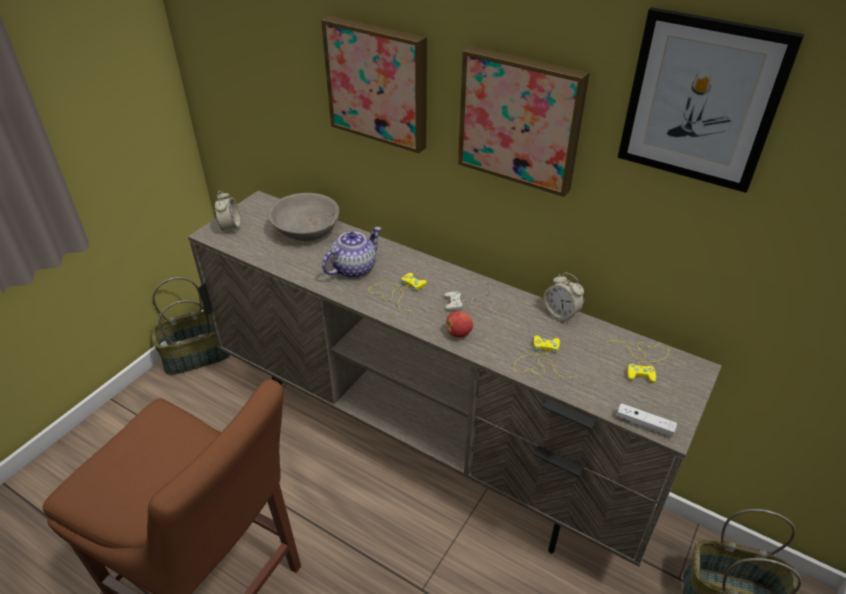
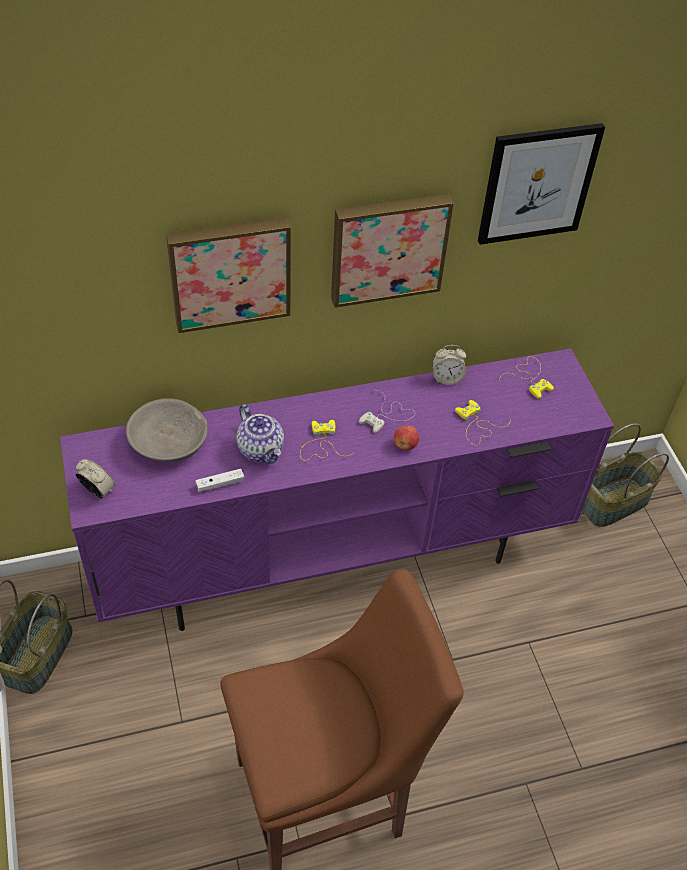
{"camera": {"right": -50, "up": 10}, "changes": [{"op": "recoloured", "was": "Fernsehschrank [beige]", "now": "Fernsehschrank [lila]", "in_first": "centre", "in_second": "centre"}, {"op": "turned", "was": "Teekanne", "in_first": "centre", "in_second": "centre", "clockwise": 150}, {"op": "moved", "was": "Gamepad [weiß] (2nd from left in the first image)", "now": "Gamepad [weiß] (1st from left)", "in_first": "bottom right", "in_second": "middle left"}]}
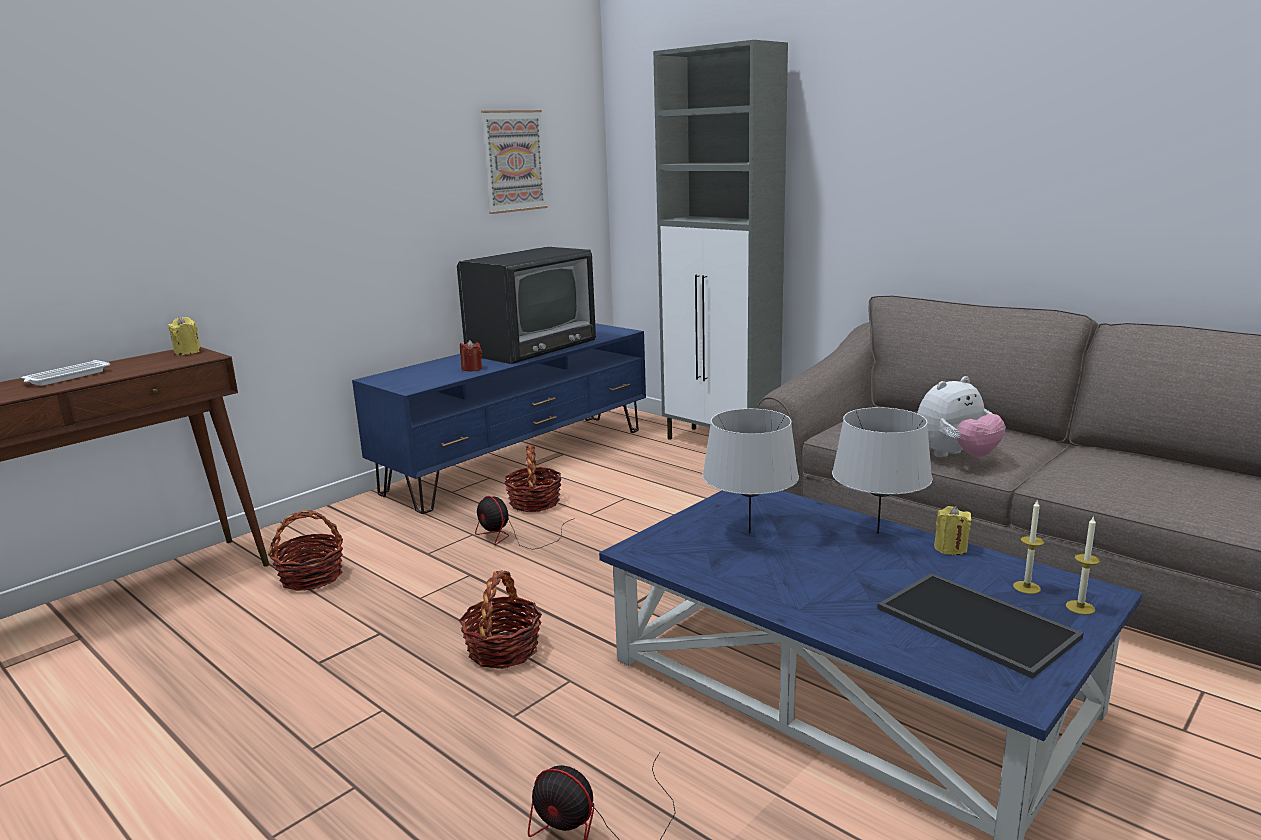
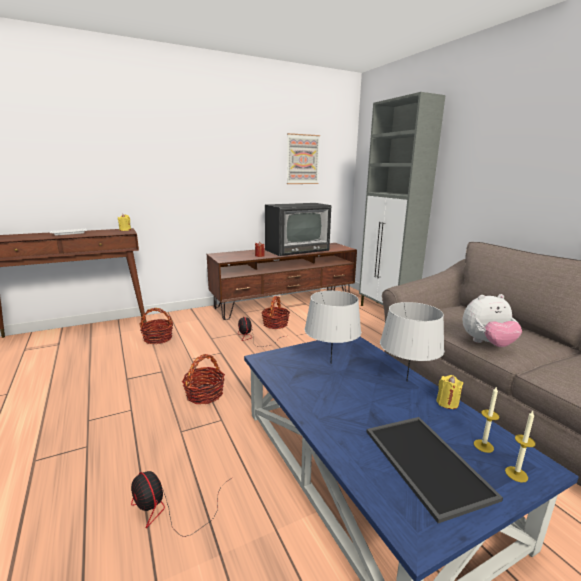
{"camera": {"right": 20, "up": 0}, "changes": [{"op": "recoloured", "was": "Fernsehschrank [blau]", "now": "Fernsehschrank [braun]", "in_first": "centre", "in_second": "centre"}]}
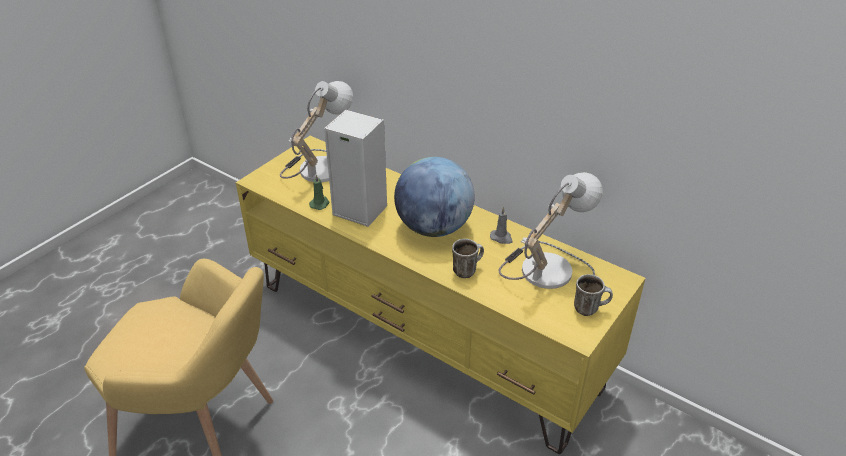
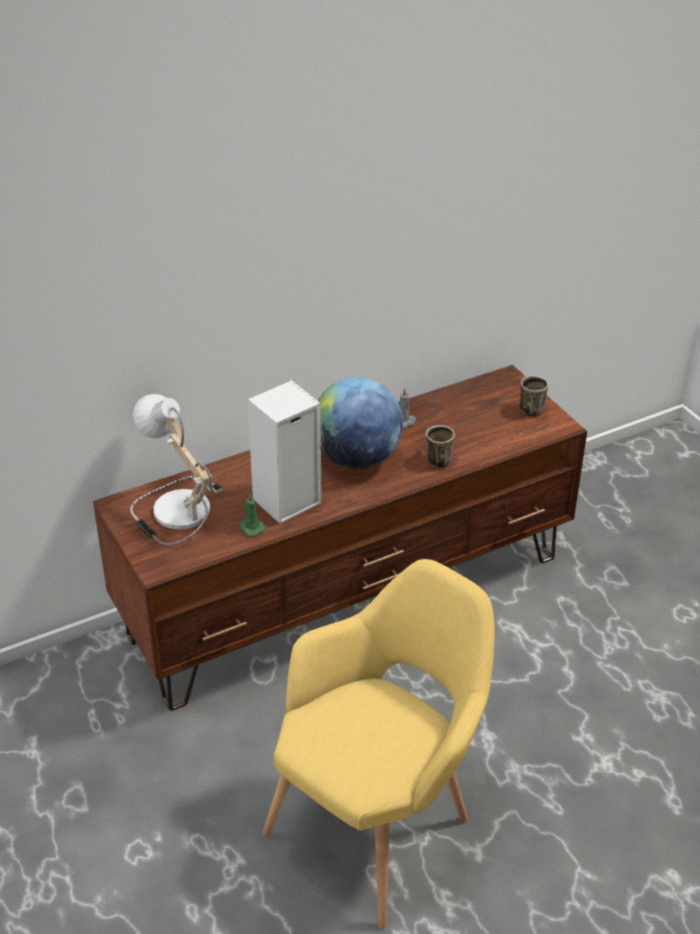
{"camera": {"right": -65, "up": 0}, "changes": [{"op": "recoloured", "was": "Fernsehschrank [gelb]", "now": "Fernsehschrank [braun]", "in_first": "centre", "in_second": "centre"}, {"op": "removed", "was": "Tischlampe (2nd from left)", "in_first": "centre"}]}
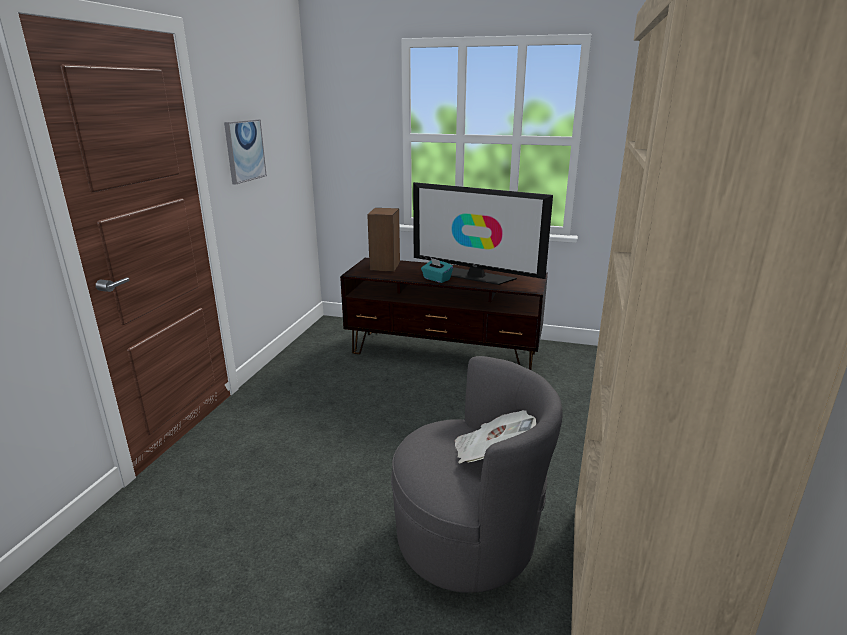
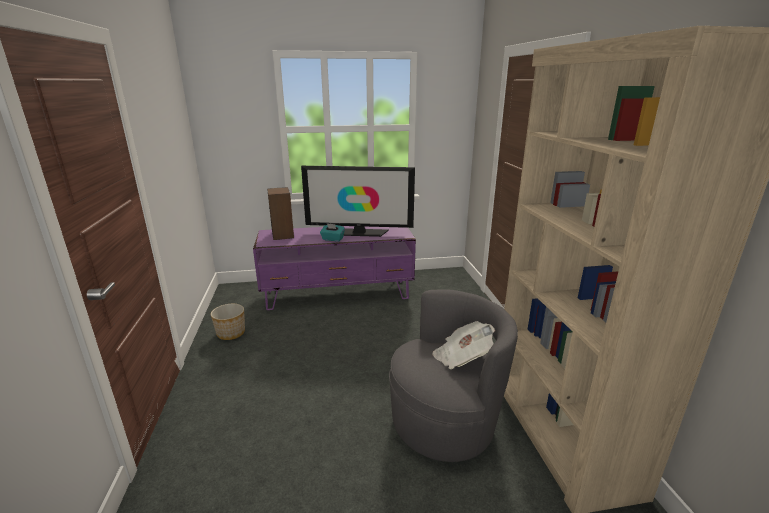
{"camera": {"right": -25, "up": 0}, "changes": [{"op": "removed", "was": "Bild", "in_first": "top left"}, {"op": "recoloured", "was": "Fernsehschrank [braun]", "now": "Fernsehschrank [lila]", "in_first": "centre", "in_second": "centre"}, {"op": "added", "now": "Pflanzkübel", "in_second": "middle left"}]}
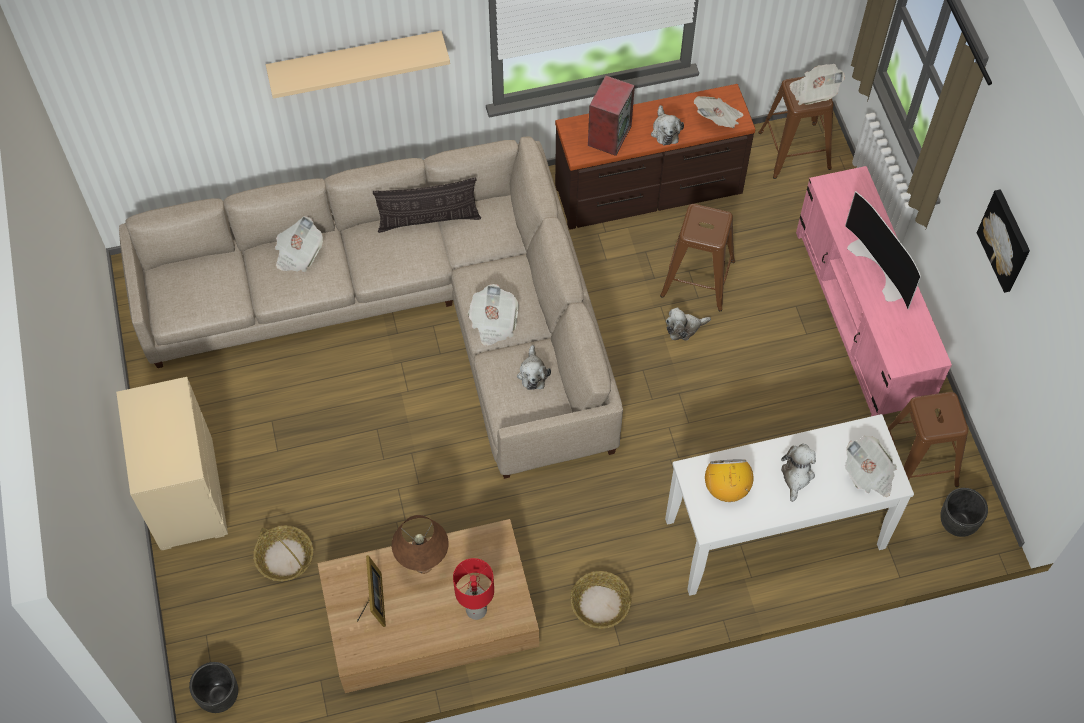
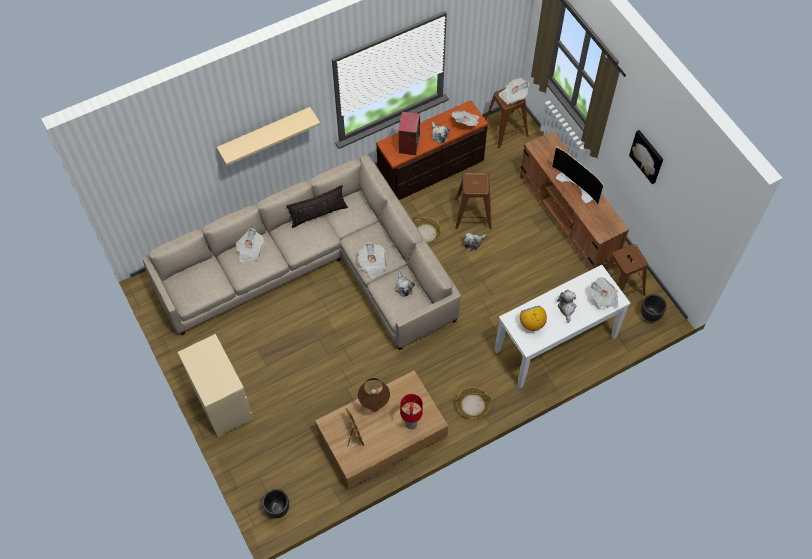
{"camera": {"right": -15, "up": 0}, "changes": [{"op": "recoloured", "was": "Fernsehschrank [rosa]", "now": "Fernsehschrank [braun]", "in_first": "middle right", "in_second": "middle right"}, {"op": "moved", "was": "Korb (1st from left)", "in_first": "bottom left", "in_second": "centre"}]}
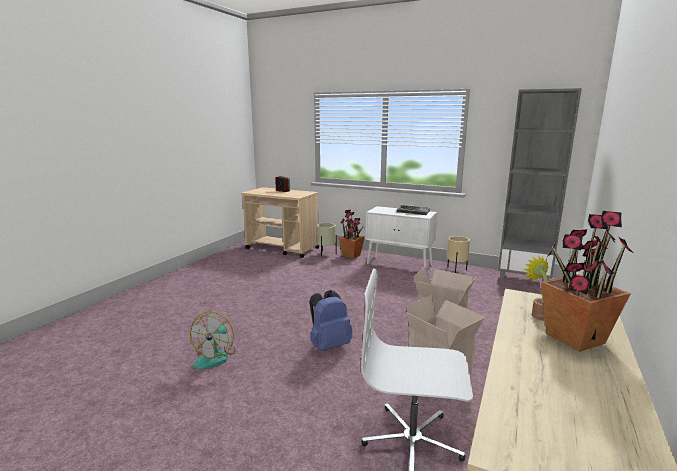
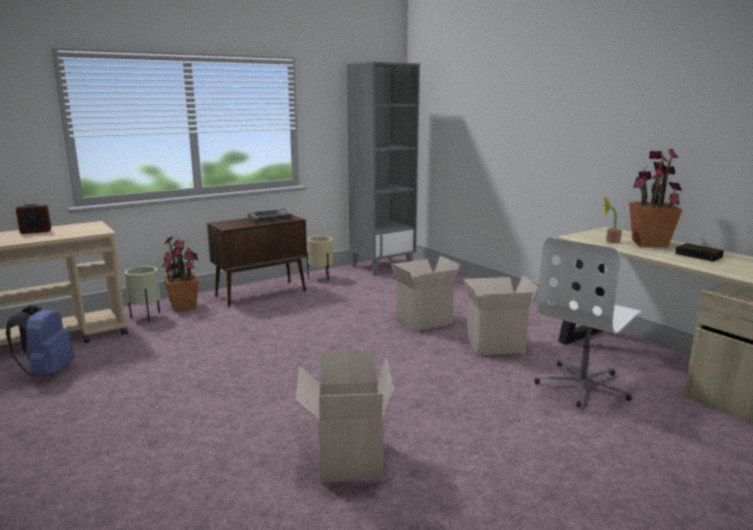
{"camera": {"right": -60, "up": 0}, "changes": [{"op": "recoloured", "was": "Schrank [weiß]", "now": "Schrank [braun]", "in_first": "centre", "in_second": "centre"}, {"op": "moved", "was": "Rucksack [blau]", "in_first": "bottom centre", "in_second": "middle left"}, {"op": "replaced", "was": "Ventilator", "now": "Karton (1st from left)", "in_first": "bottom left", "in_second": "bottom centre"}, {"op": "added", "now": "Wecker (2nd from left)", "in_second": "middle right"}]}
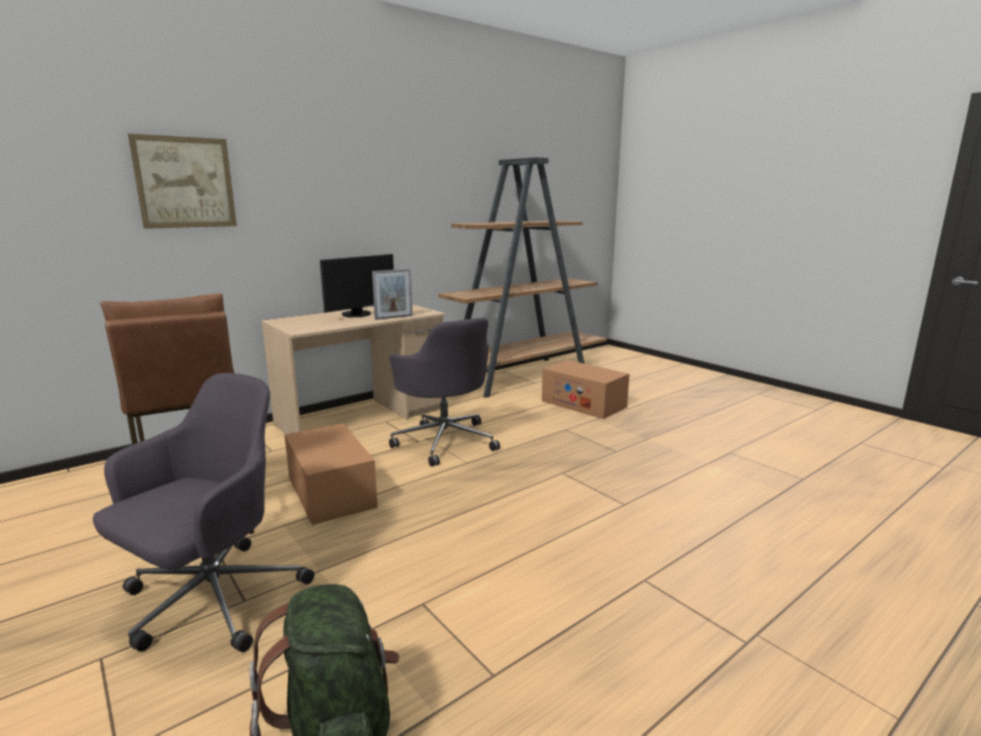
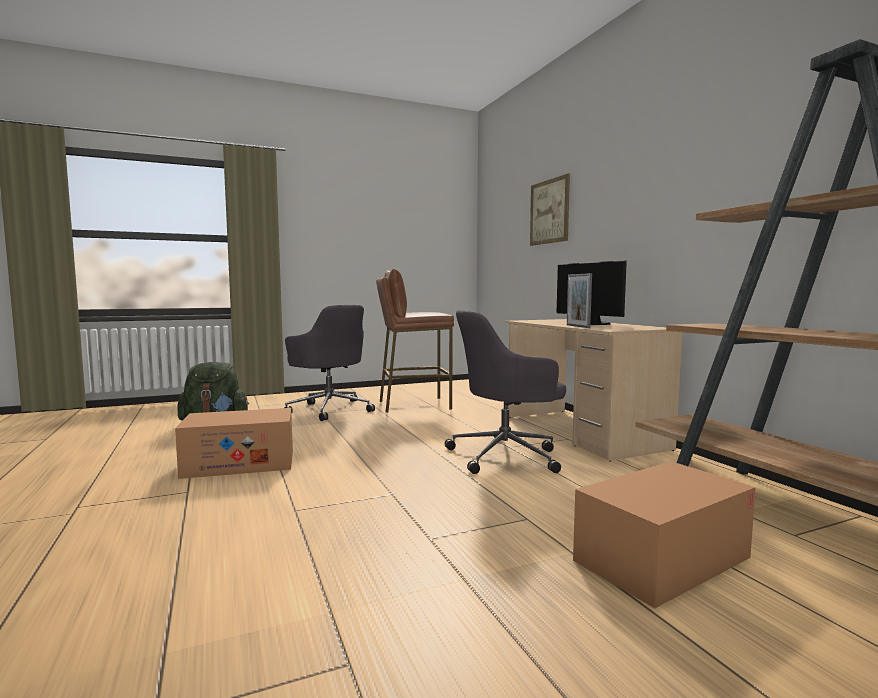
{"camera": {"right": 105, "up": -10}, "changes": [{"op": "moved", "was": "Karton (1st from left)", "in_first": "centre", "in_second": "middle left"}]}
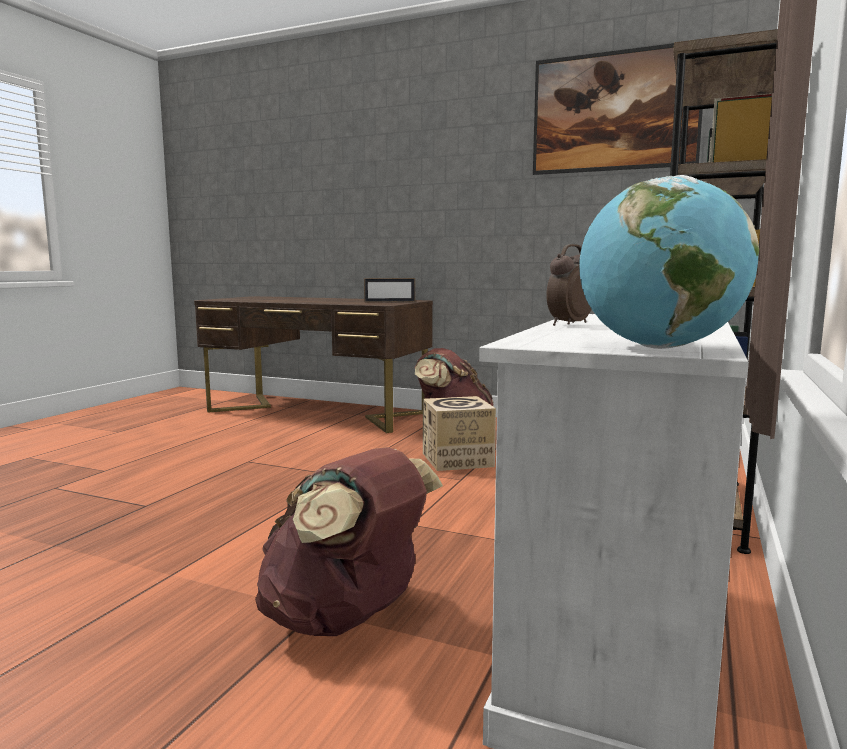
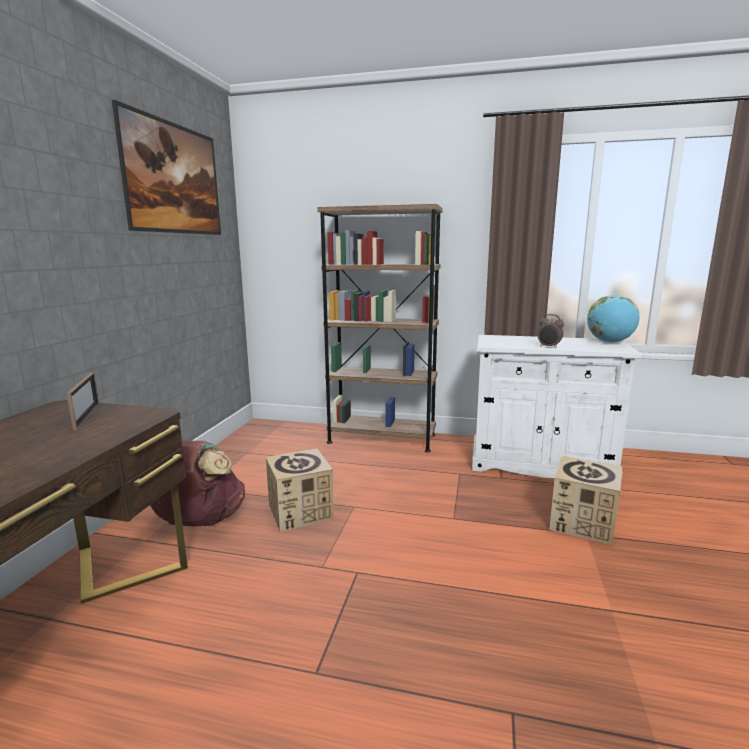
{"camera": {"right": -100, "up": 5}, "changes": [{"op": "replaced", "was": "Rucksack [braun] (1st from left)", "now": "Karton (2nd from left)", "in_first": "bottom centre", "in_second": "bottom right"}]}
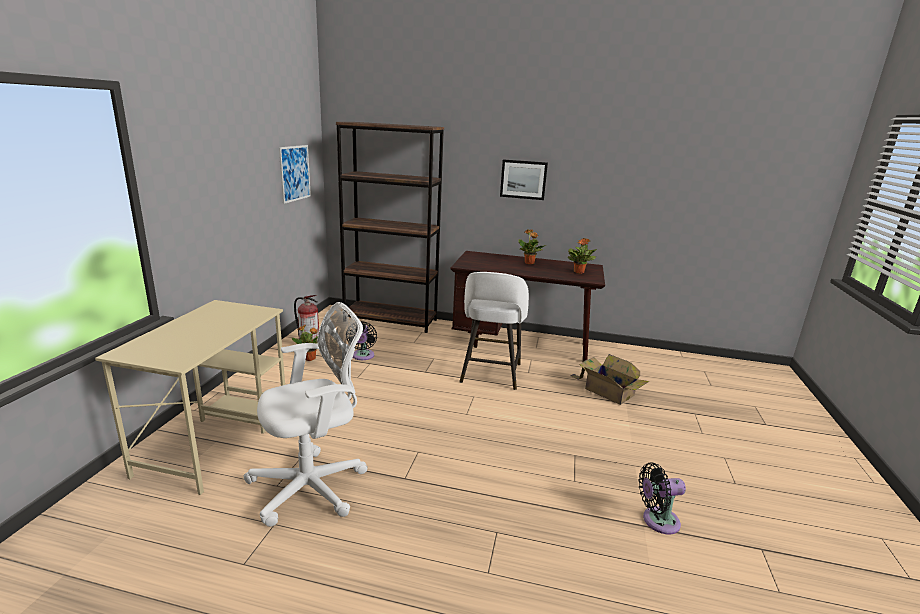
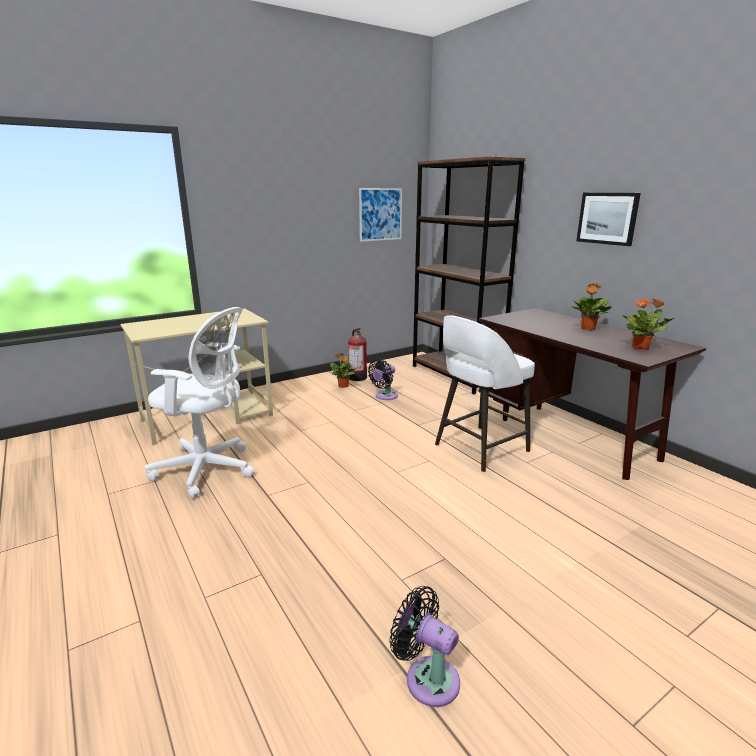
{"camera": {"right": 45, "up": 0}, "changes": [{"op": "removed", "was": "Karton", "in_first": "centre"}]}
